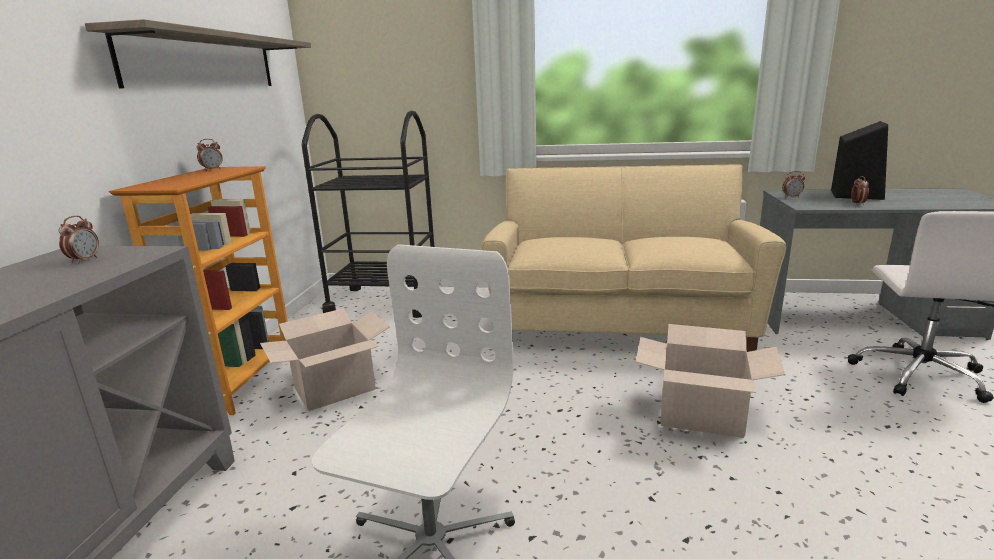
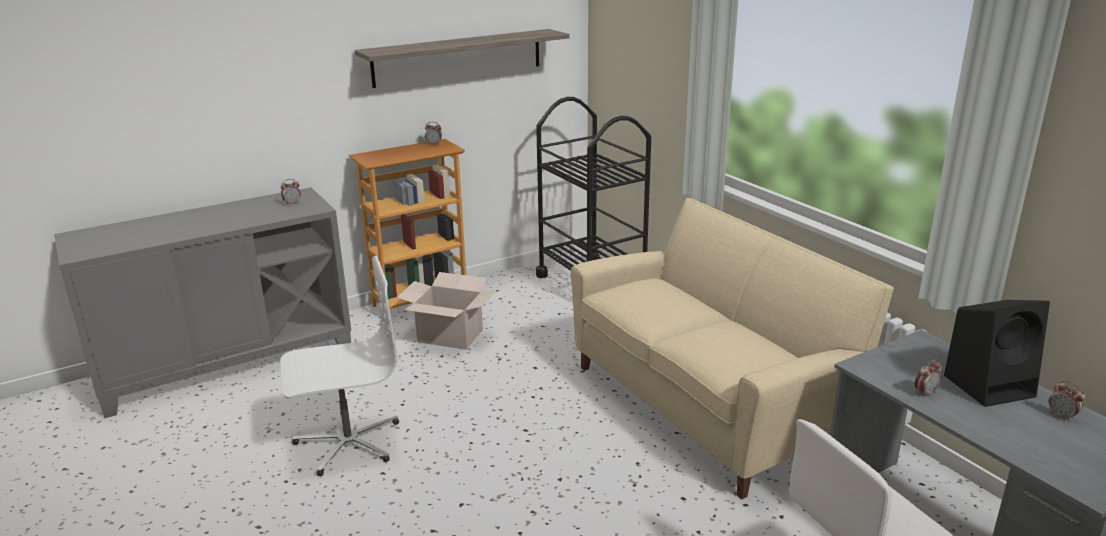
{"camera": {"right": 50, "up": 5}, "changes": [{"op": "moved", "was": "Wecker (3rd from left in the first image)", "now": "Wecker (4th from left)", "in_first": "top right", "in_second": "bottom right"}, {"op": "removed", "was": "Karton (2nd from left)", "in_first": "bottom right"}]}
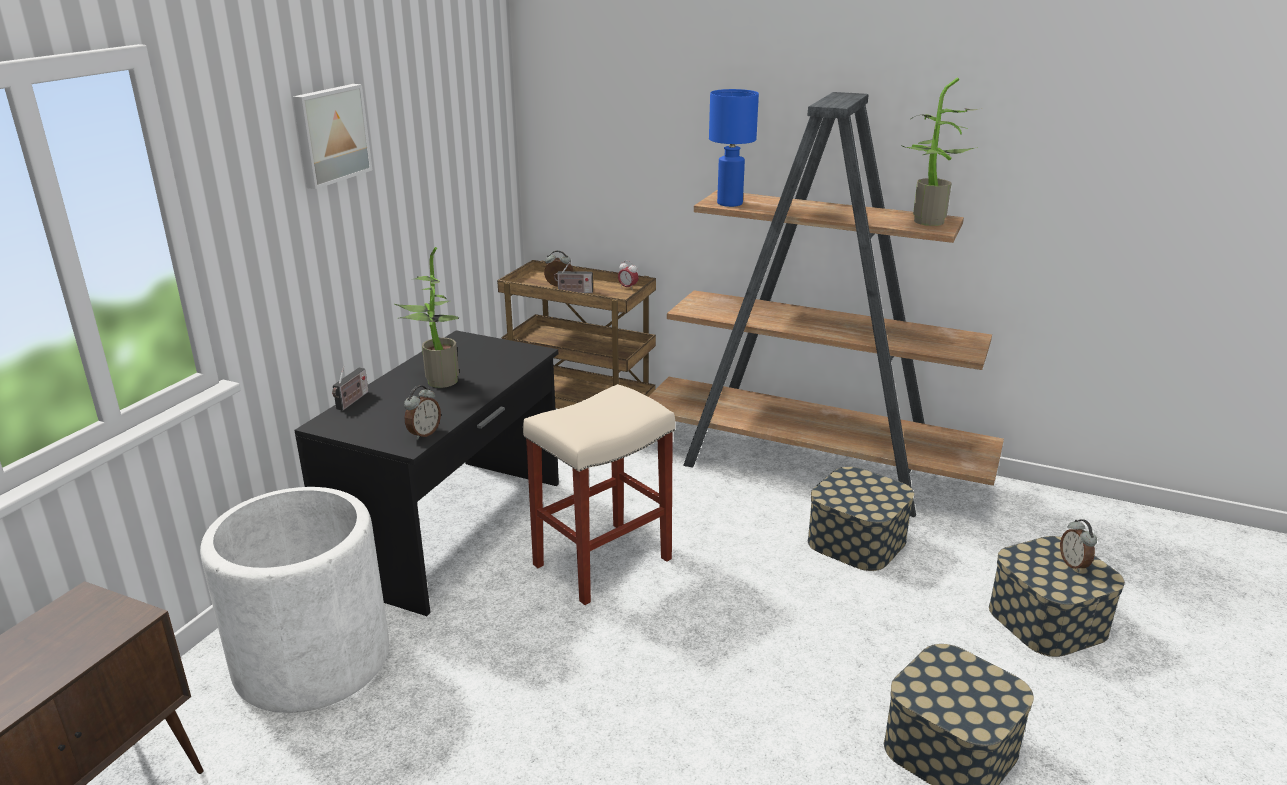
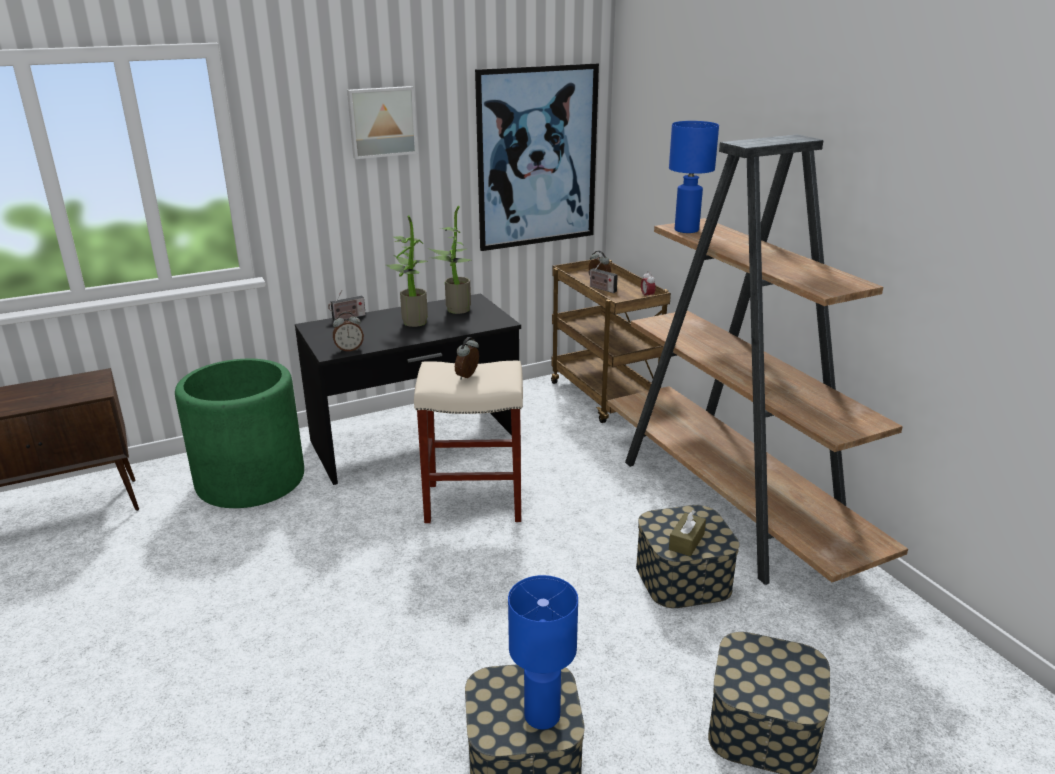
{"camera": {"right": 40, "up": 0}, "changes": [{"op": "moved", "was": "Topfpflanze (2nd from left)", "in_first": "top right", "in_second": "centre"}, {"op": "recoloured", "was": "Pflanzkübel [weiß]", "now": "Pflanzkübel [grün]", "in_first": "bottom left", "in_second": "middle left"}, {"op": "moved", "was": "Wecker (4th from left in the first image)", "now": "Wecker (2nd from left)", "in_first": "bottom right", "in_second": "centre"}, {"op": "added", "now": "Bild (2nd from left)", "in_second": "top centre"}, {"op": "added", "now": "Taschentuchbox [braun]", "in_second": "bottom centre"}, {"op": "added", "now": "Tischlampe [blau] (1st from left)", "in_second": "bottom centre"}]}
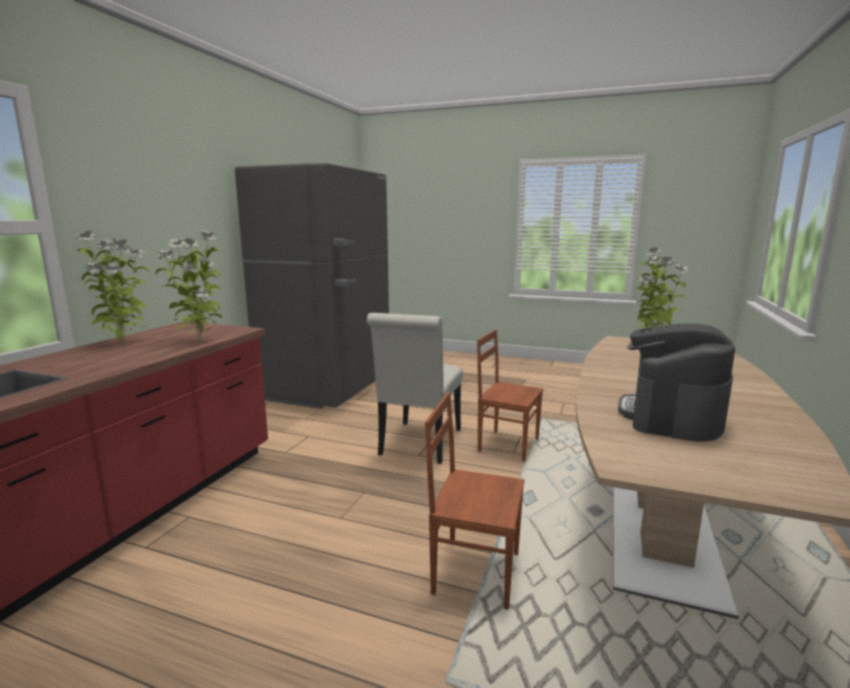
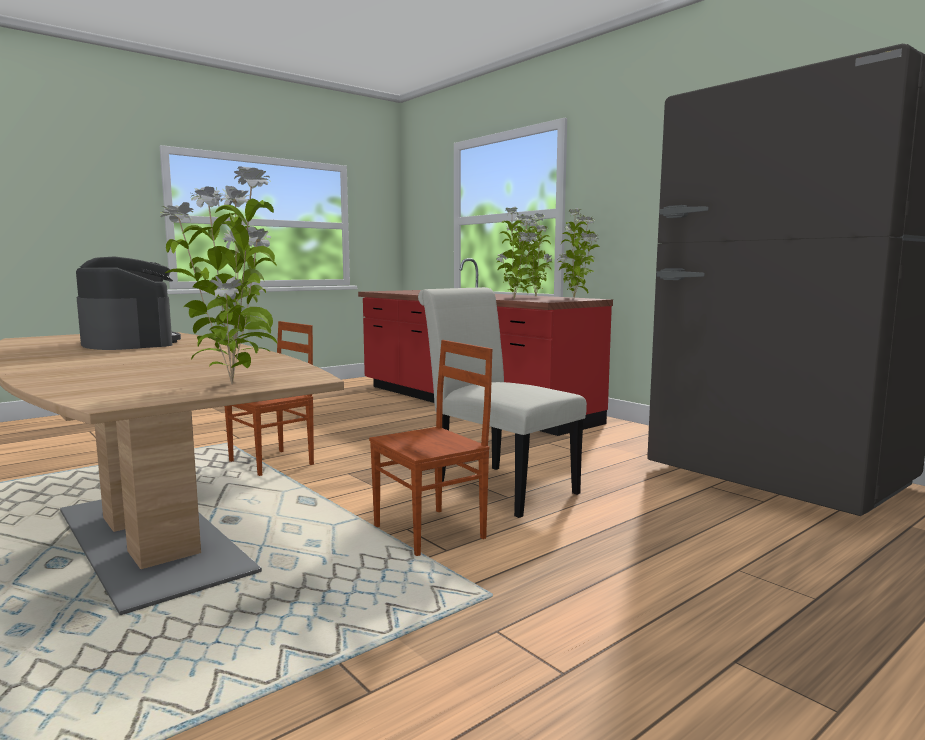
{"camera": {"right": 120, "up": -5}, "changes": [{"op": "added", "now": "Topfpflanze (4th from left)", "in_second": "centre"}]}
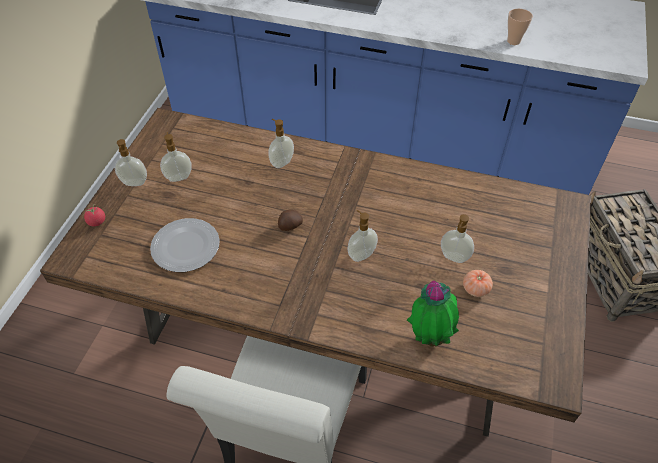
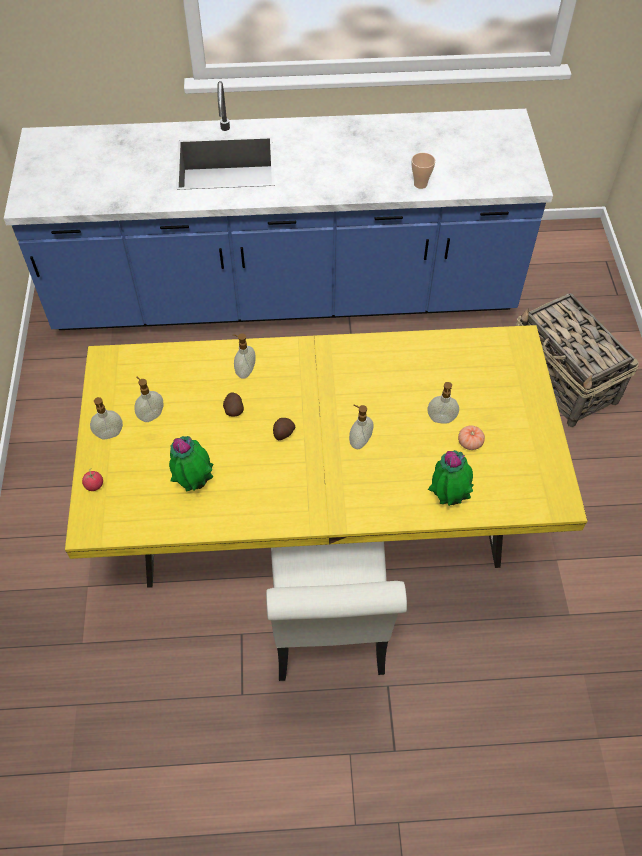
{"camera": {"right": -20, "up": 5}, "changes": [{"op": "recoloured", "was": "Esstisch [braun]", "now": "Esstisch [gelb]", "in_first": "centre", "in_second": "centre"}, {"op": "replaced", "was": "Teller", "now": "Topfpflanze (1st from left)", "in_first": "middle left", "in_second": "middle left"}, {"op": "added", "now": "Kartoffel (1st from left)", "in_second": "centre"}]}
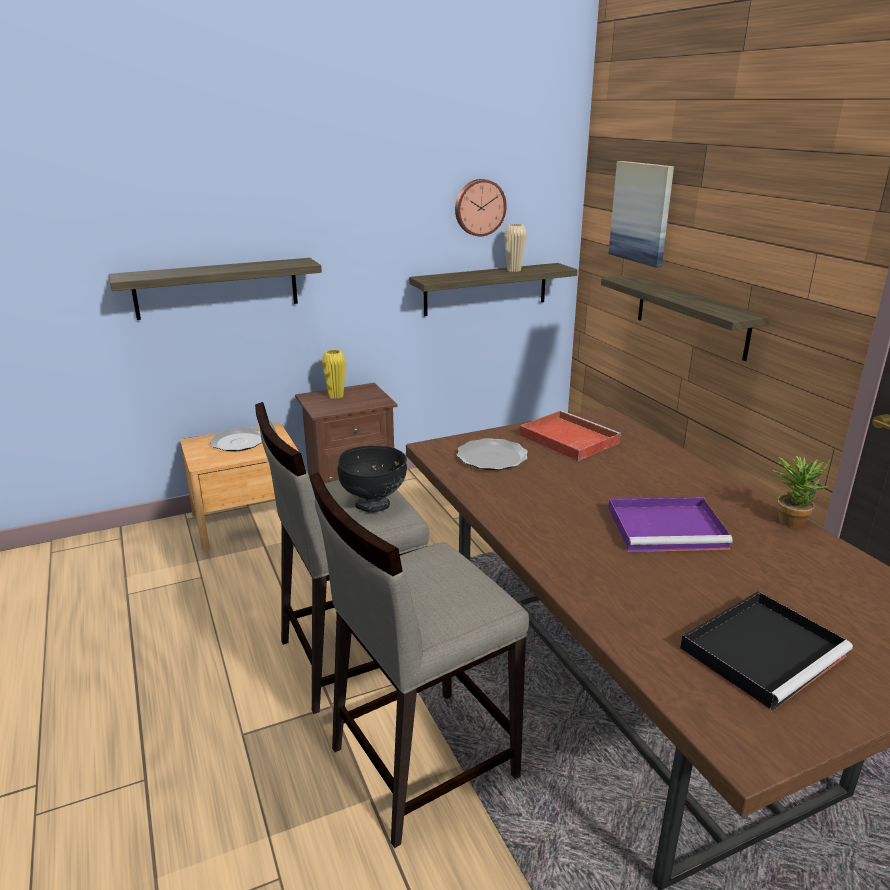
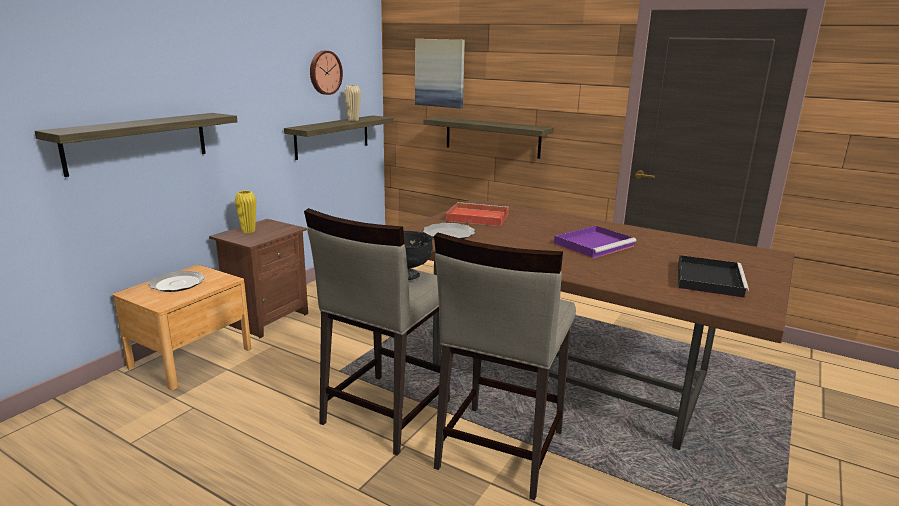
{"camera": {"right": -35, "up": -5}, "changes": [{"op": "removed", "was": "Topfpflanze", "in_first": "middle right"}]}
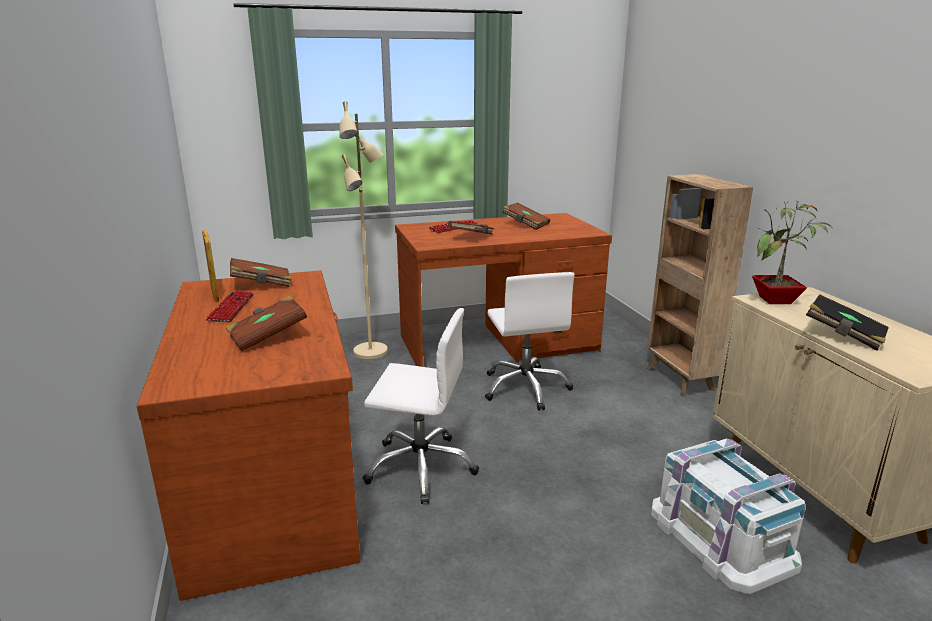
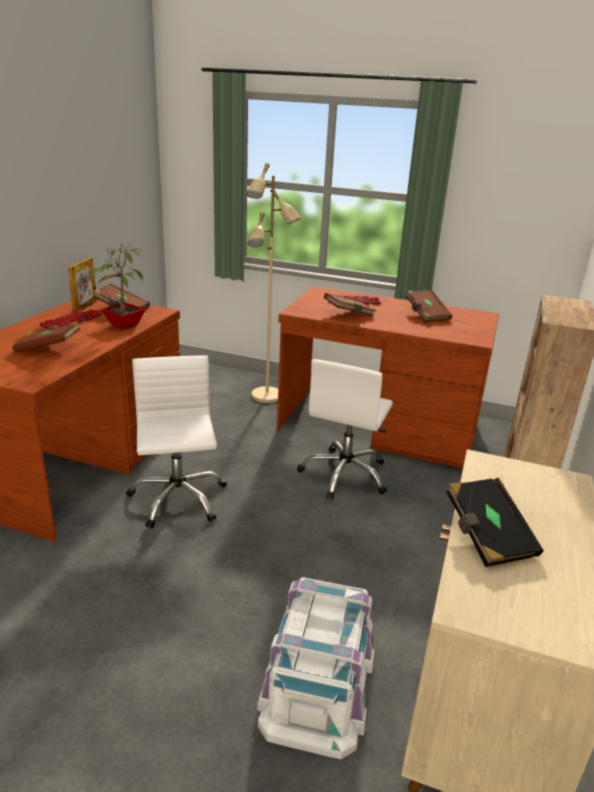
{"camera": {"right": 35, "up": 5}, "changes": [{"op": "moved", "was": "Topfpflanze", "in_first": "middle right", "in_second": "middle left"}, {"op": "turned", "was": "Bürostuhl [weiß] (1st from left)", "in_first": "centre", "in_second": "middle left", "clockwise": -150}]}
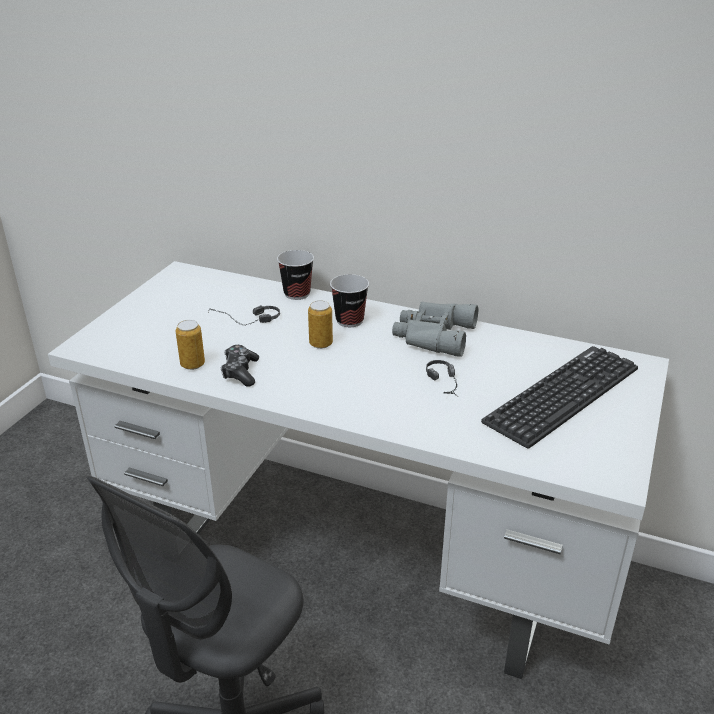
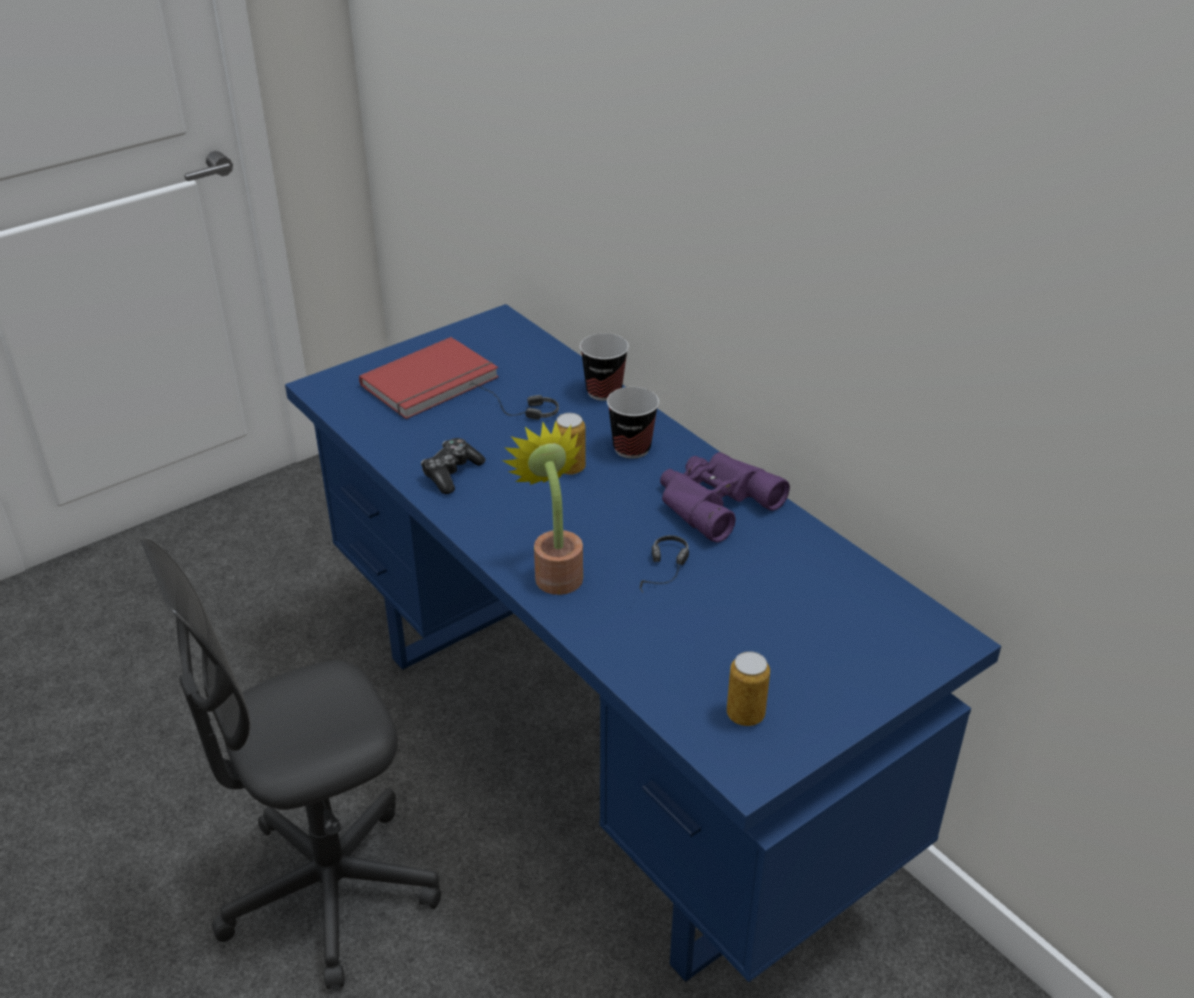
{"camera": {"right": 30, "up": 5}, "changes": [{"op": "recoloured", "was": "Schreibtisch [weiß]", "now": "Schreibtisch [blau]", "in_first": "centre", "in_second": "centre"}, {"op": "recoloured", "was": "Fernglas [grau]", "now": "Fernglas [lila]", "in_first": "centre", "in_second": "centre"}, {"op": "moved", "was": "Dose (1st from left in the first image)", "now": "Dose (2nd from left)", "in_first": "middle left", "in_second": "bottom centre"}, {"op": "removed", "was": "Tastatur", "in_first": "middle right"}, {"op": "added", "now": "Buch [rot]", "in_second": "centre"}, {"op": "added", "now": "Topfpflanze", "in_second": "centre"}]}
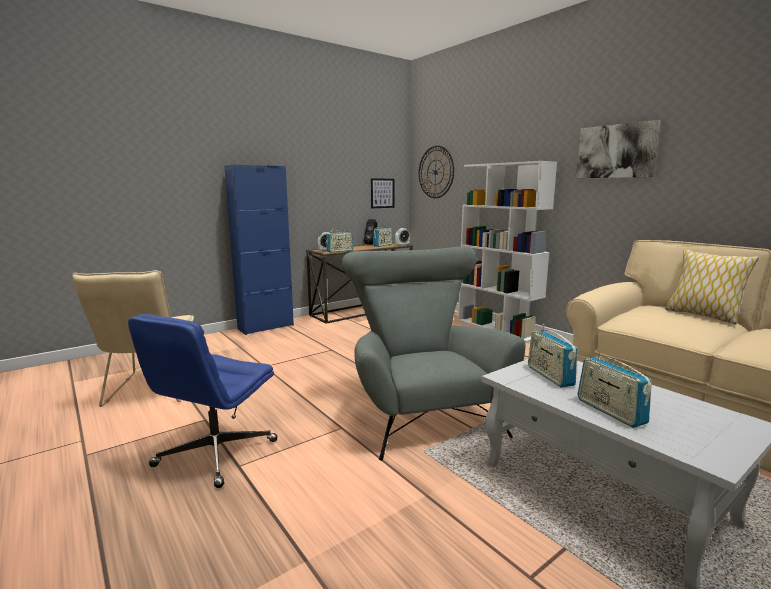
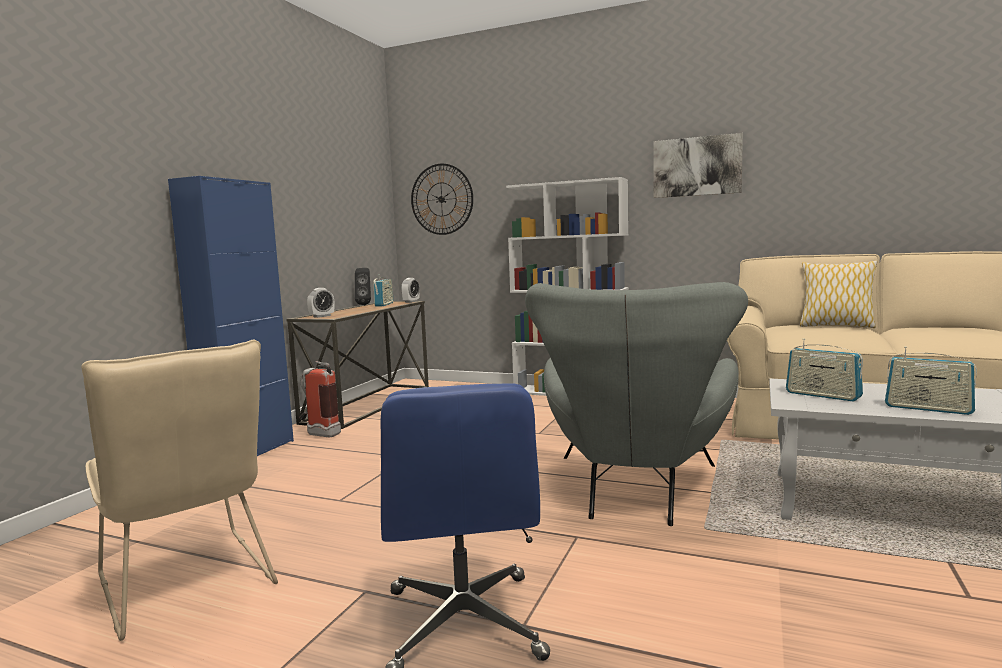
{"camera": {"right": -30, "up": -5}, "changes": [{"op": "removed", "was": "Bild (1st from left)", "in_first": "top centre"}, {"op": "removed", "was": "Radio (1st from left)", "in_first": "centre"}, {"op": "turned", "was": "Sessel [grau]", "in_first": "centre", "in_second": "centre", "clockwise": -120}, {"op": "added", "now": "Feuerlöscher", "in_second": "middle left"}]}
